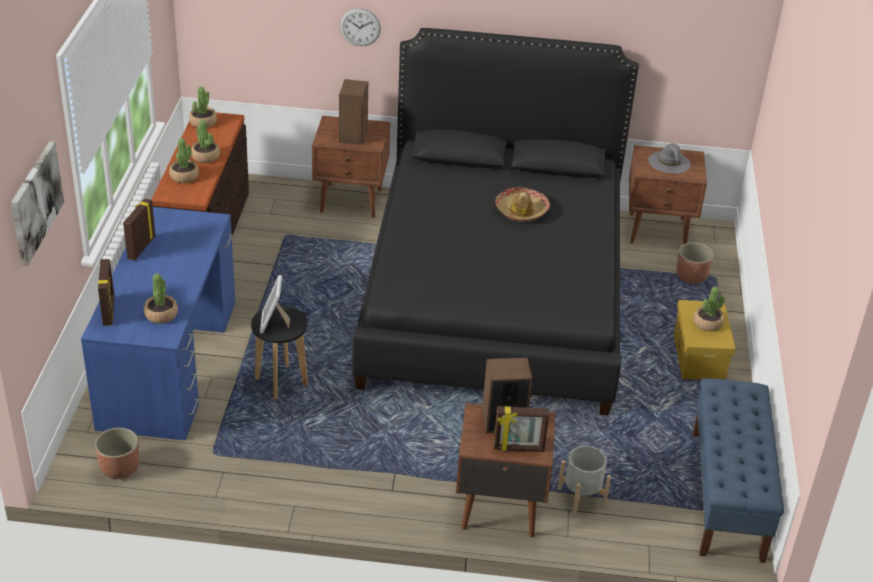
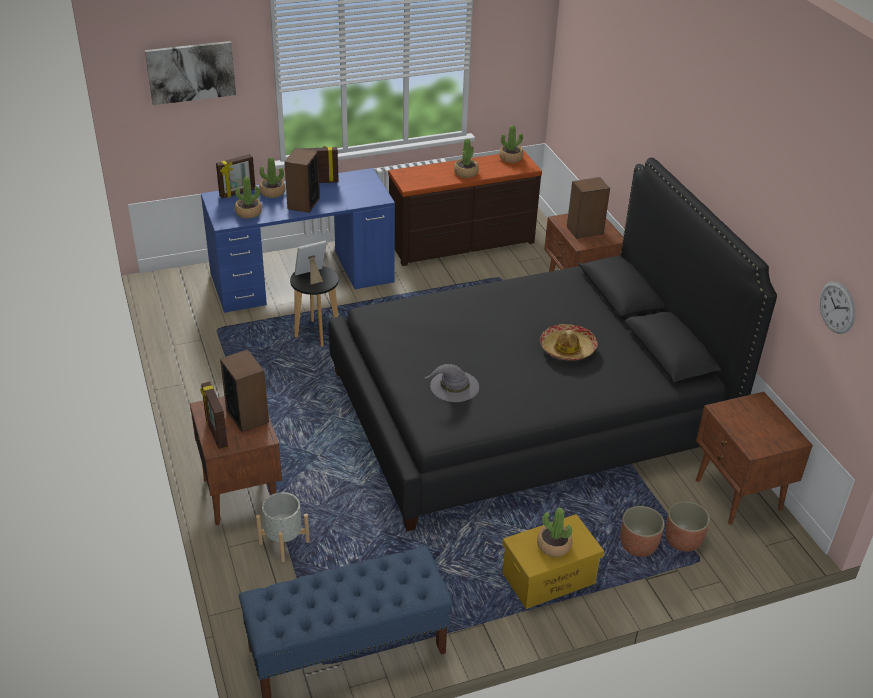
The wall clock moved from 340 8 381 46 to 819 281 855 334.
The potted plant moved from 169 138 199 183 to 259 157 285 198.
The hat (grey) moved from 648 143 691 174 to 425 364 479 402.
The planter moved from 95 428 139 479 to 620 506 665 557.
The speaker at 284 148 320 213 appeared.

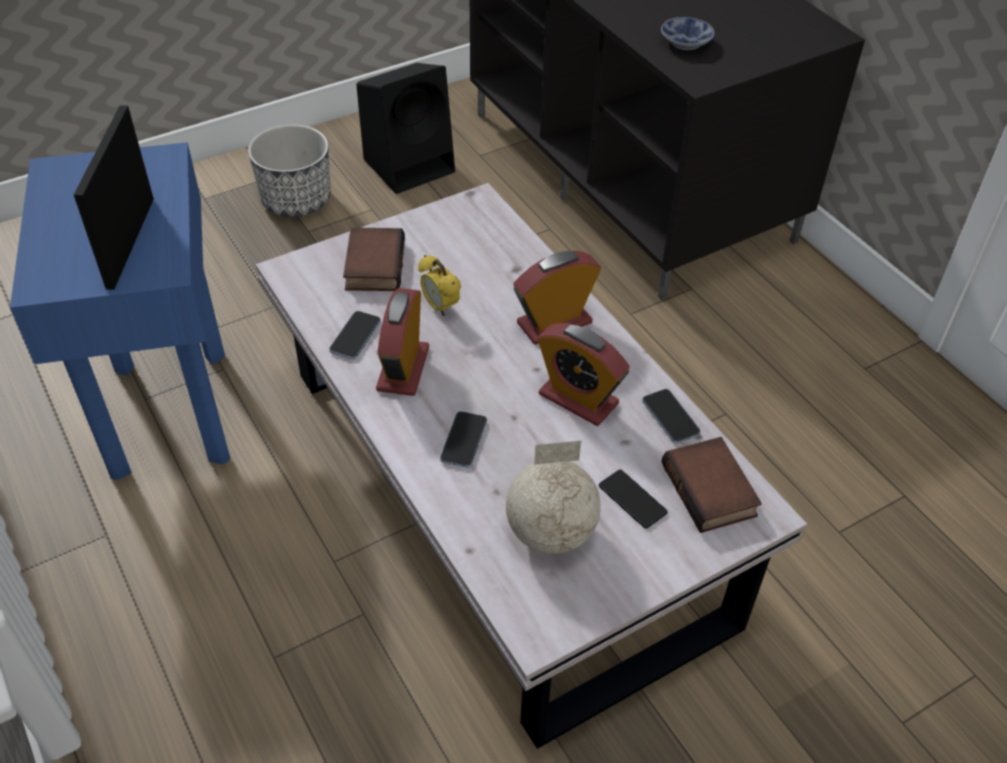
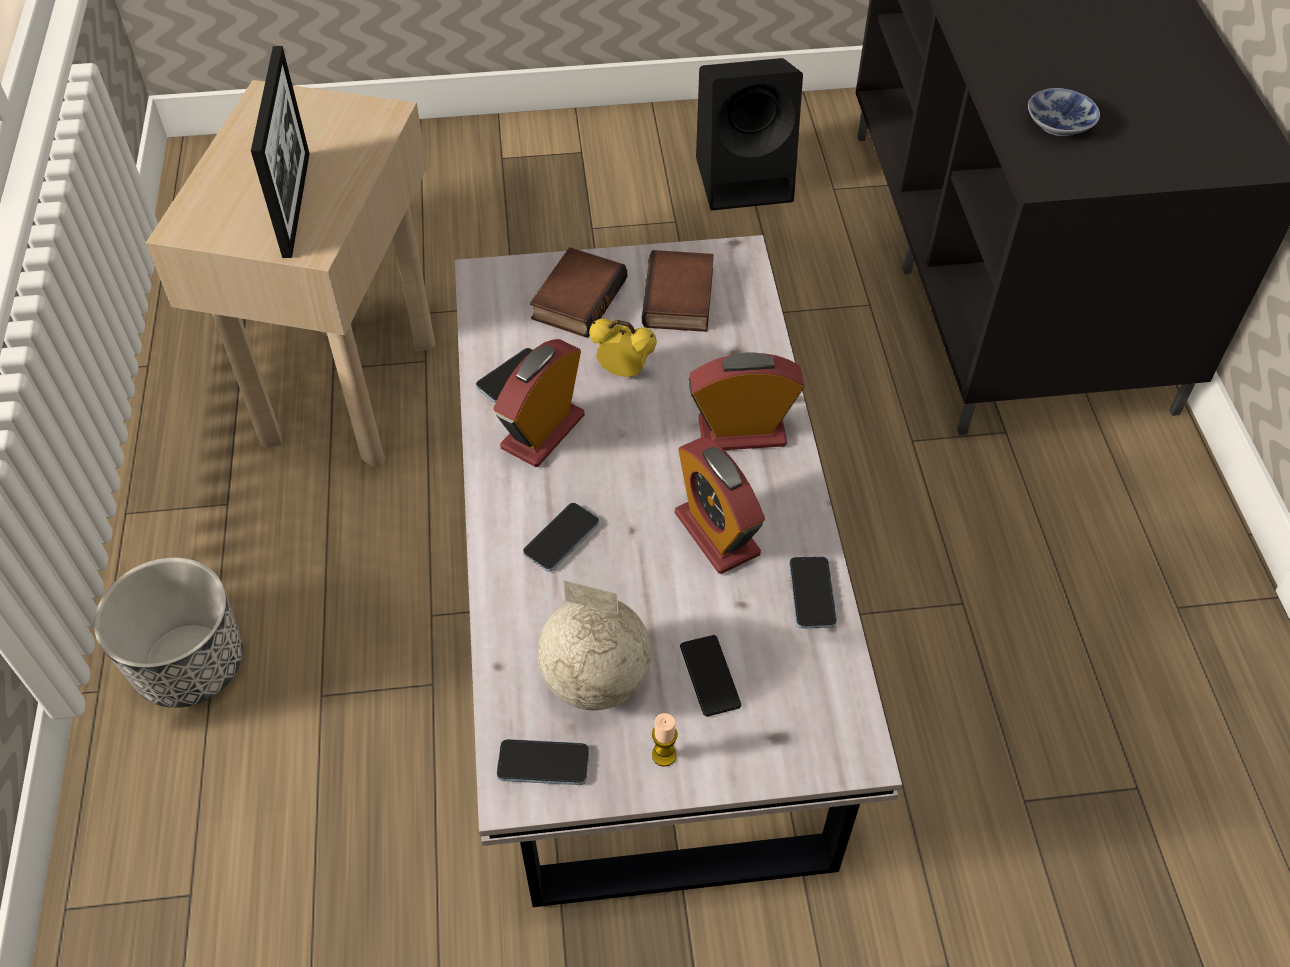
The picture frame at 74 105 154 290 turned 150 degrees clockwise.
The planter moved from 248 124 331 217 to 94 557 243 708.
The side table (blue) at 10 142 230 480 became the side table (beige) at 146 80 435 467.
The alarm clock at 418 255 461 316 turned 120 degrees clockwise.
The book moved from 662 437 762 533 to 642 250 714 332.
The candle at 652 713 678 767 appeared.
The phone at 496 739 589 785 appeared.

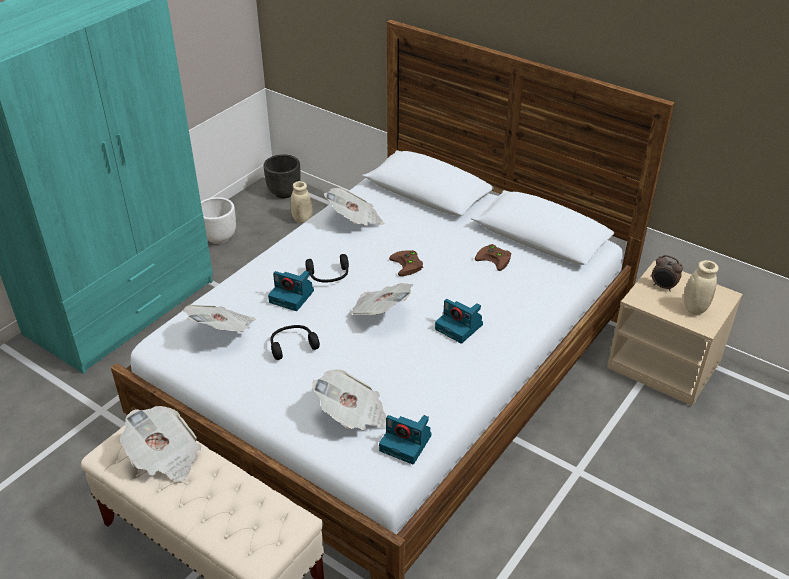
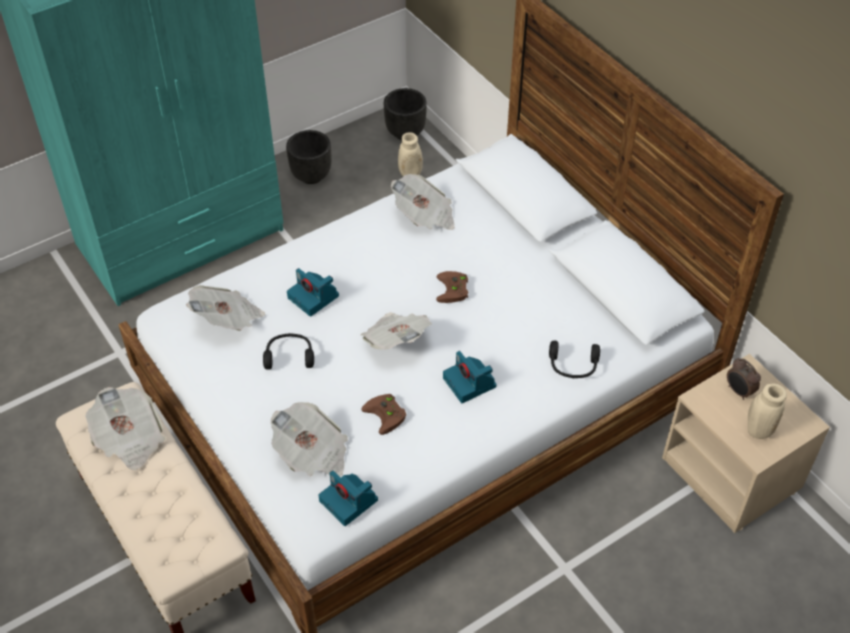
The planter (white) at 201 197 236 244 became the planter (black) at 286 130 331 184.
The game controller (brown) moved from 475 244 511 271 to 362 394 406 435.
The headphones (black) moved from 305 254 349 282 to 549 341 600 378.

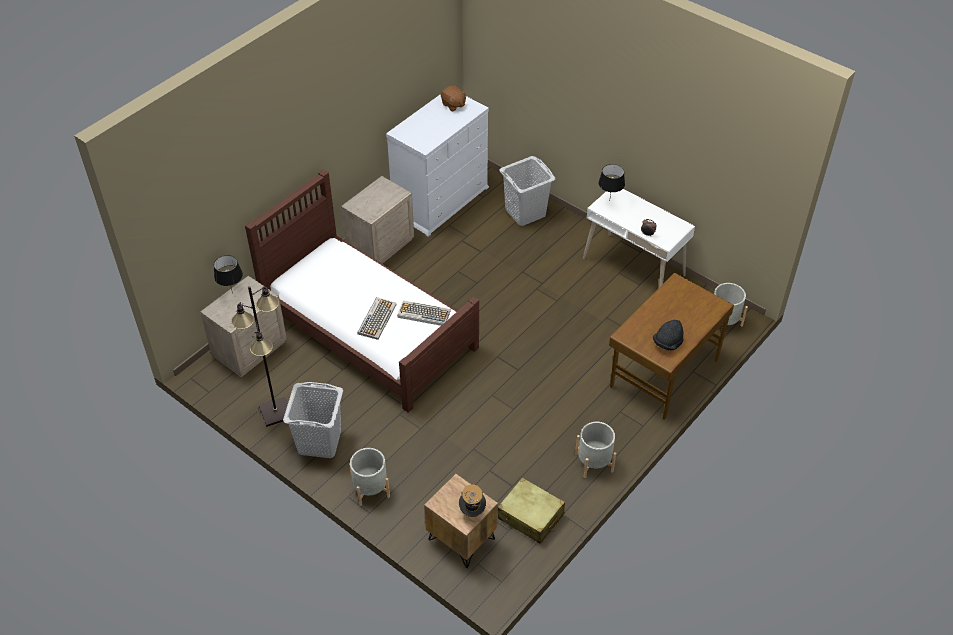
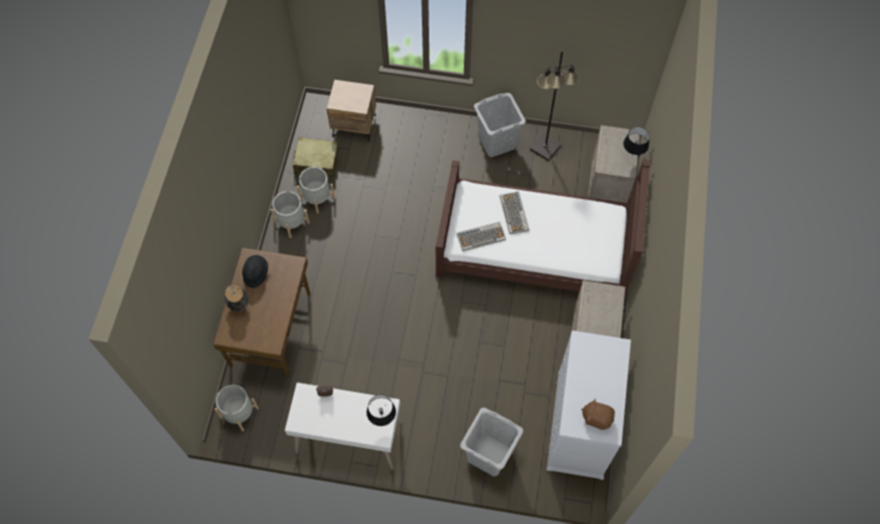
The planter (grey) moved from 349 448 390 506 to 297 167 335 214.
The hat moved from 459 484 486 517 to 225 285 249 313.

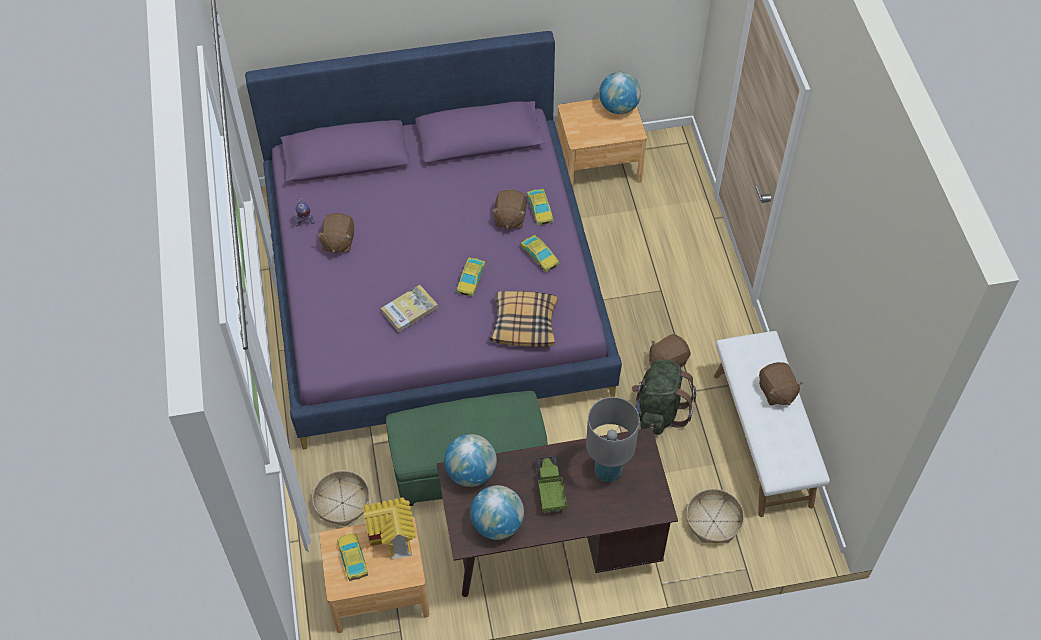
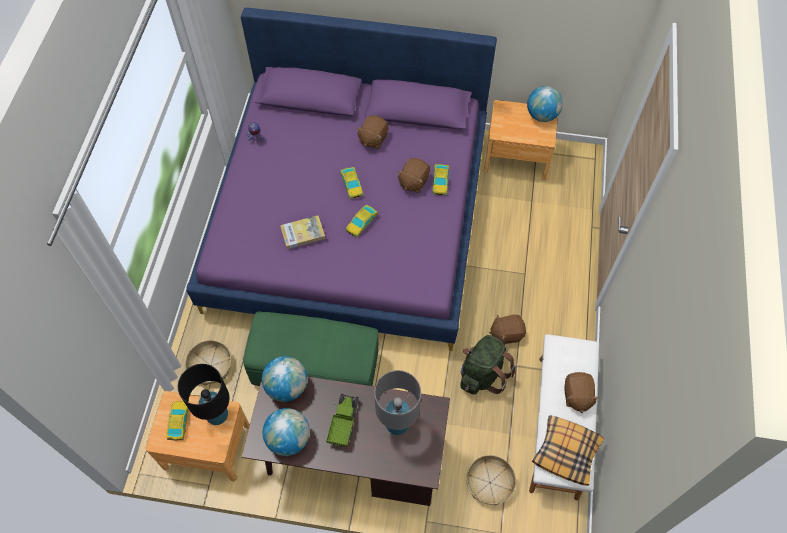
The plush toy (brown) moved from 317 213 354 253 to 356 116 389 149.
The toy car moved from 520 235 559 272 to 340 167 363 199.
The pillow moved from 490 291 558 347 to 532 415 604 486.
The toy house at 363 497 416 560 was replaced by the table lamp (black) at 178 364 229 425.

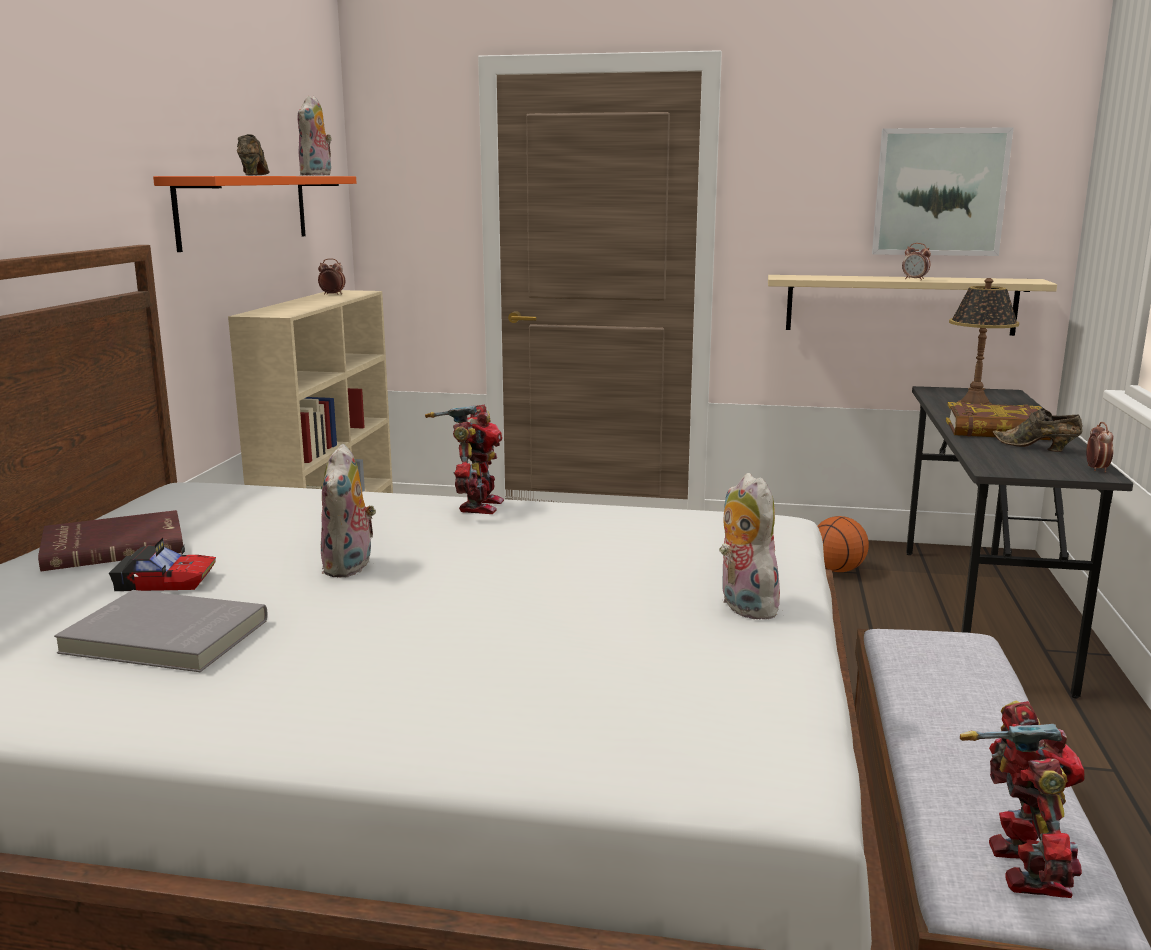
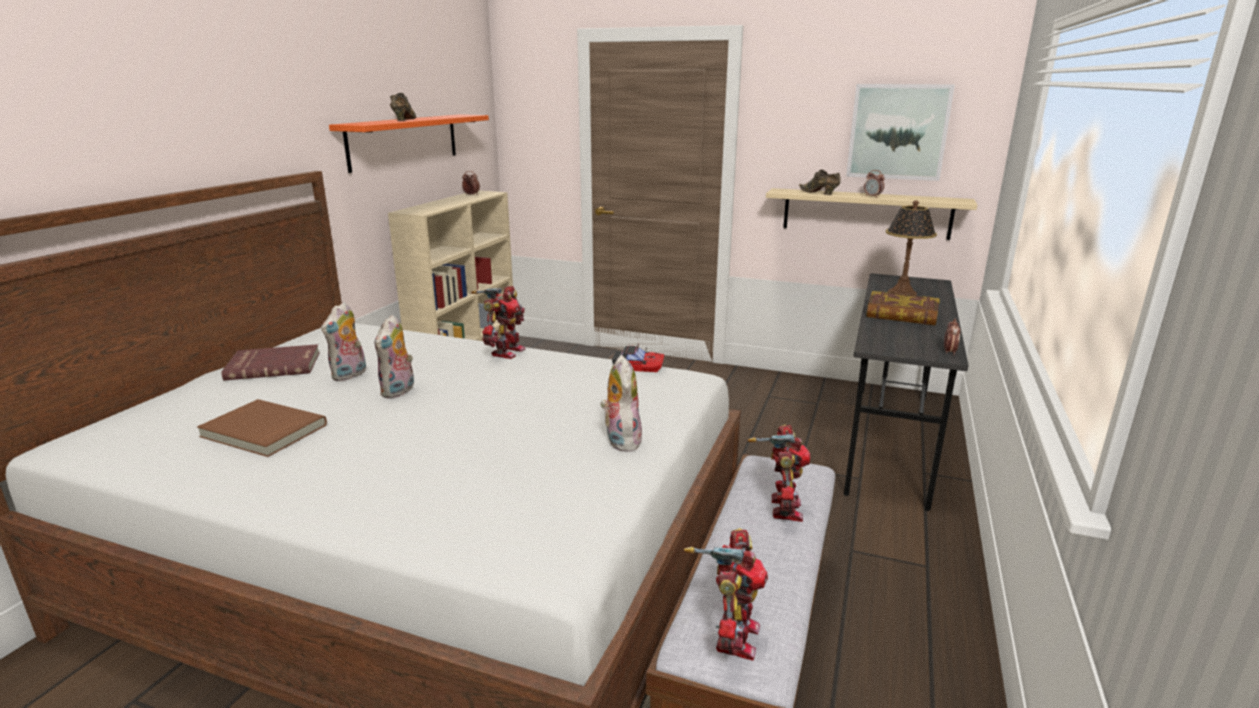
The plush toy moved from 297 96 332 176 to 321 302 366 381.
The shoe (brown) moved from 993 408 1083 452 to 799 169 841 195.
The basketball at 818 516 869 572 disappeared.
The toy car moved from 109 538 216 591 to 612 342 665 372.
The book (grey) at 54 590 267 672 became the book (brown) at 197 399 327 457.
The toy robot at 748 425 811 522 appeared.

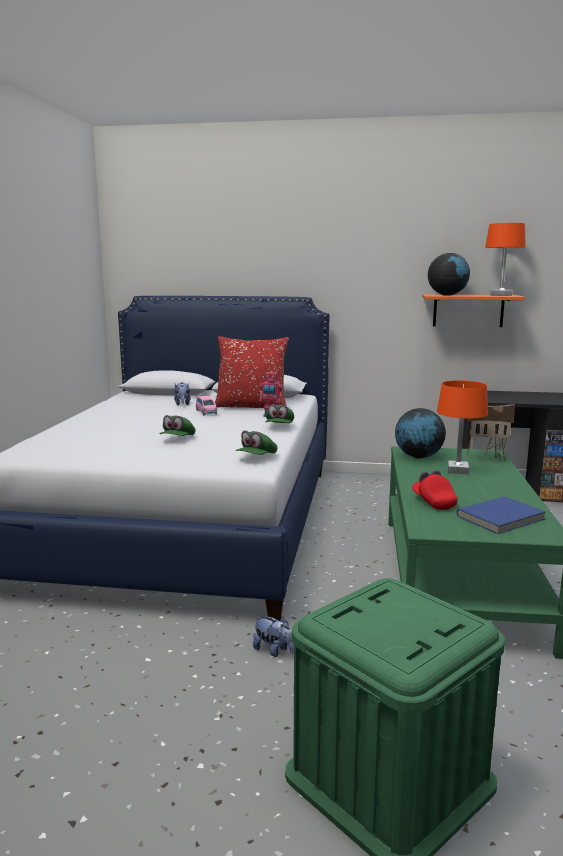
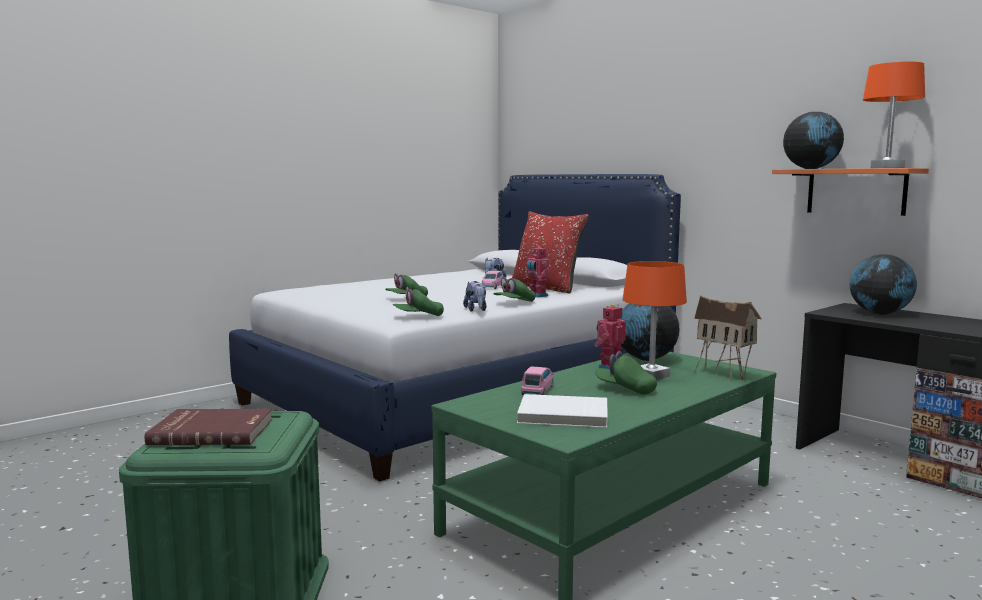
The cap (red) at 412 470 458 510 was replaced by the toy car (pink) at 521 367 554 395.
The book (blue) at 457 496 546 534 became the book (white) at 517 394 608 428.
The plush toy moved from 253 616 294 657 to 463 281 487 312.
The globe at 850 254 917 315 appeared.
The toy robot at 594 304 627 369 appeared.
The cap (green) at 595 351 657 394 appeared.
The book (red) at 145 409 272 445 appeared.

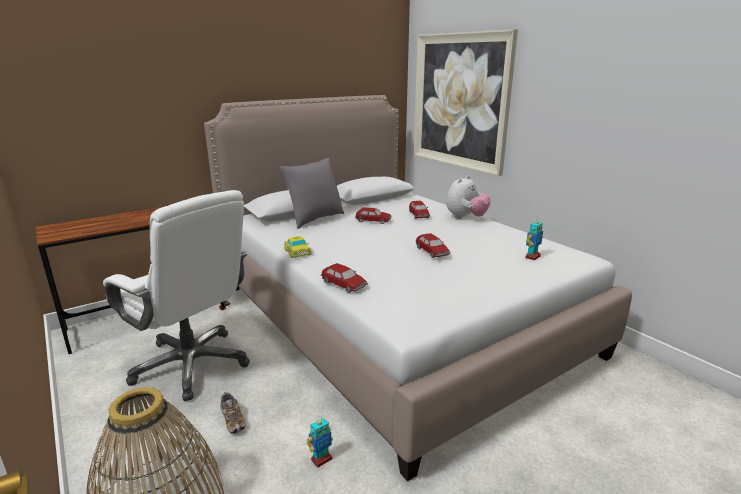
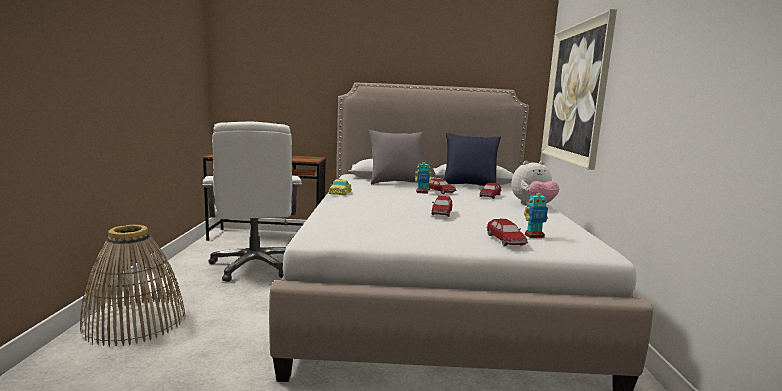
The toy car moved from 321 263 368 293 to 486 218 528 246.
The shoe at 220 392 246 434 disappeared.
The toy robot moved from 307 416 333 467 to 415 159 431 194.
The pillow (blue) at 444 133 501 186 appeared.

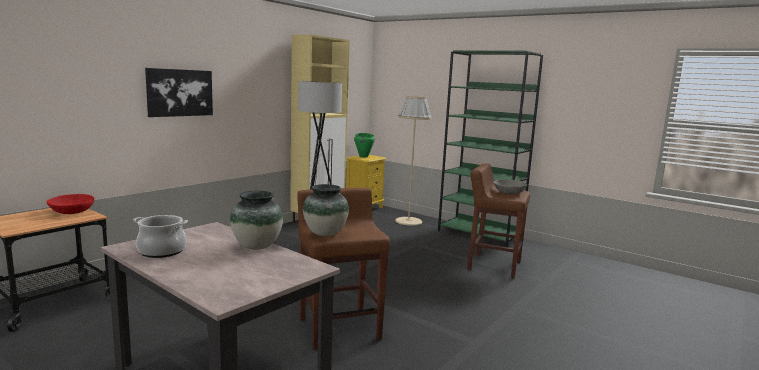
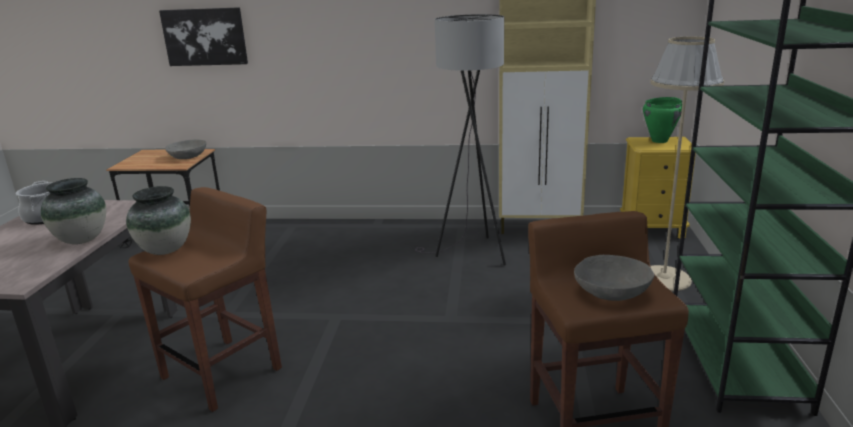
The picture moved from 145 68 213 117 to 159 7 248 66.
The bowl (red) at 46 194 94 214 became the bowl (grey) at 165 139 206 159.

